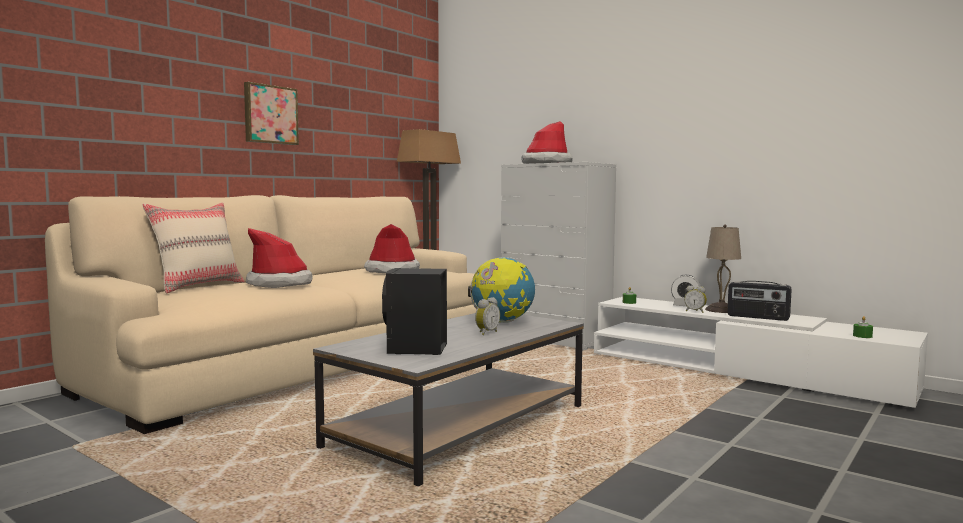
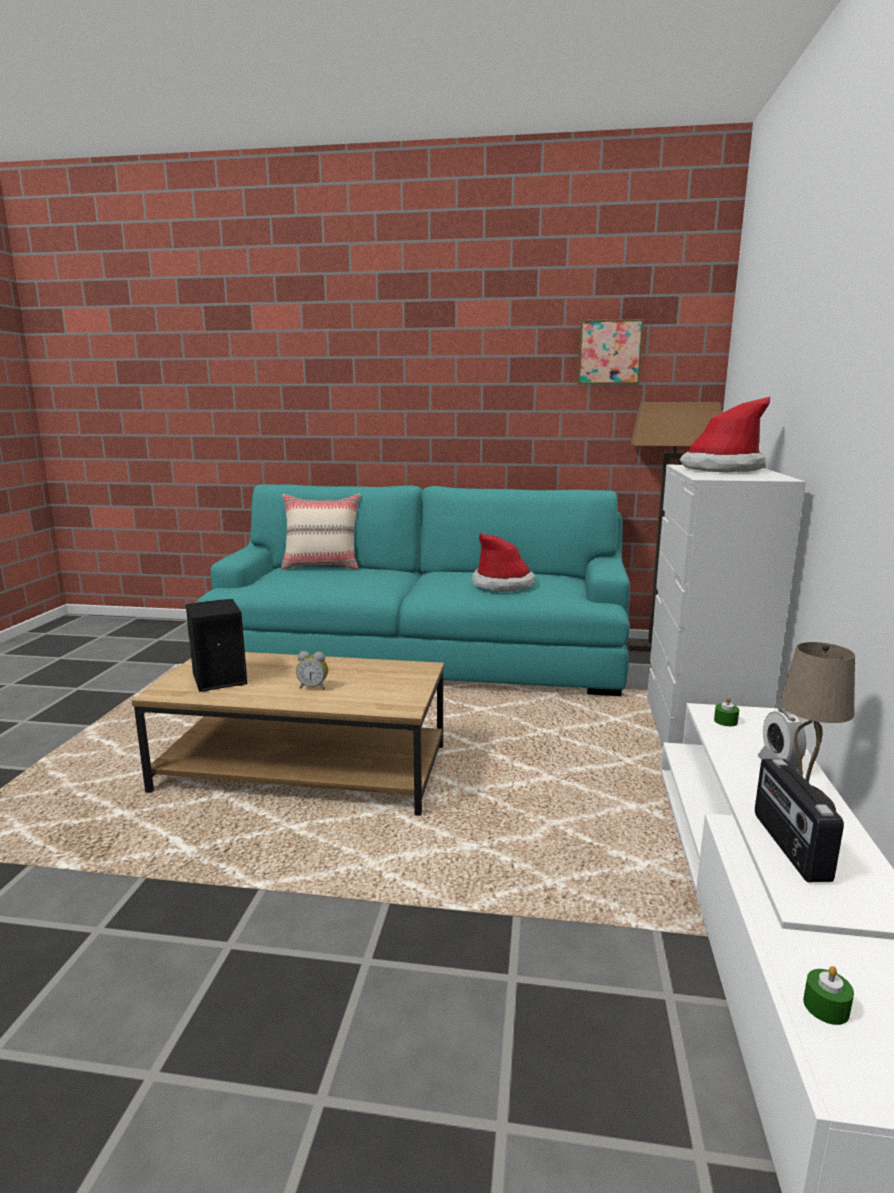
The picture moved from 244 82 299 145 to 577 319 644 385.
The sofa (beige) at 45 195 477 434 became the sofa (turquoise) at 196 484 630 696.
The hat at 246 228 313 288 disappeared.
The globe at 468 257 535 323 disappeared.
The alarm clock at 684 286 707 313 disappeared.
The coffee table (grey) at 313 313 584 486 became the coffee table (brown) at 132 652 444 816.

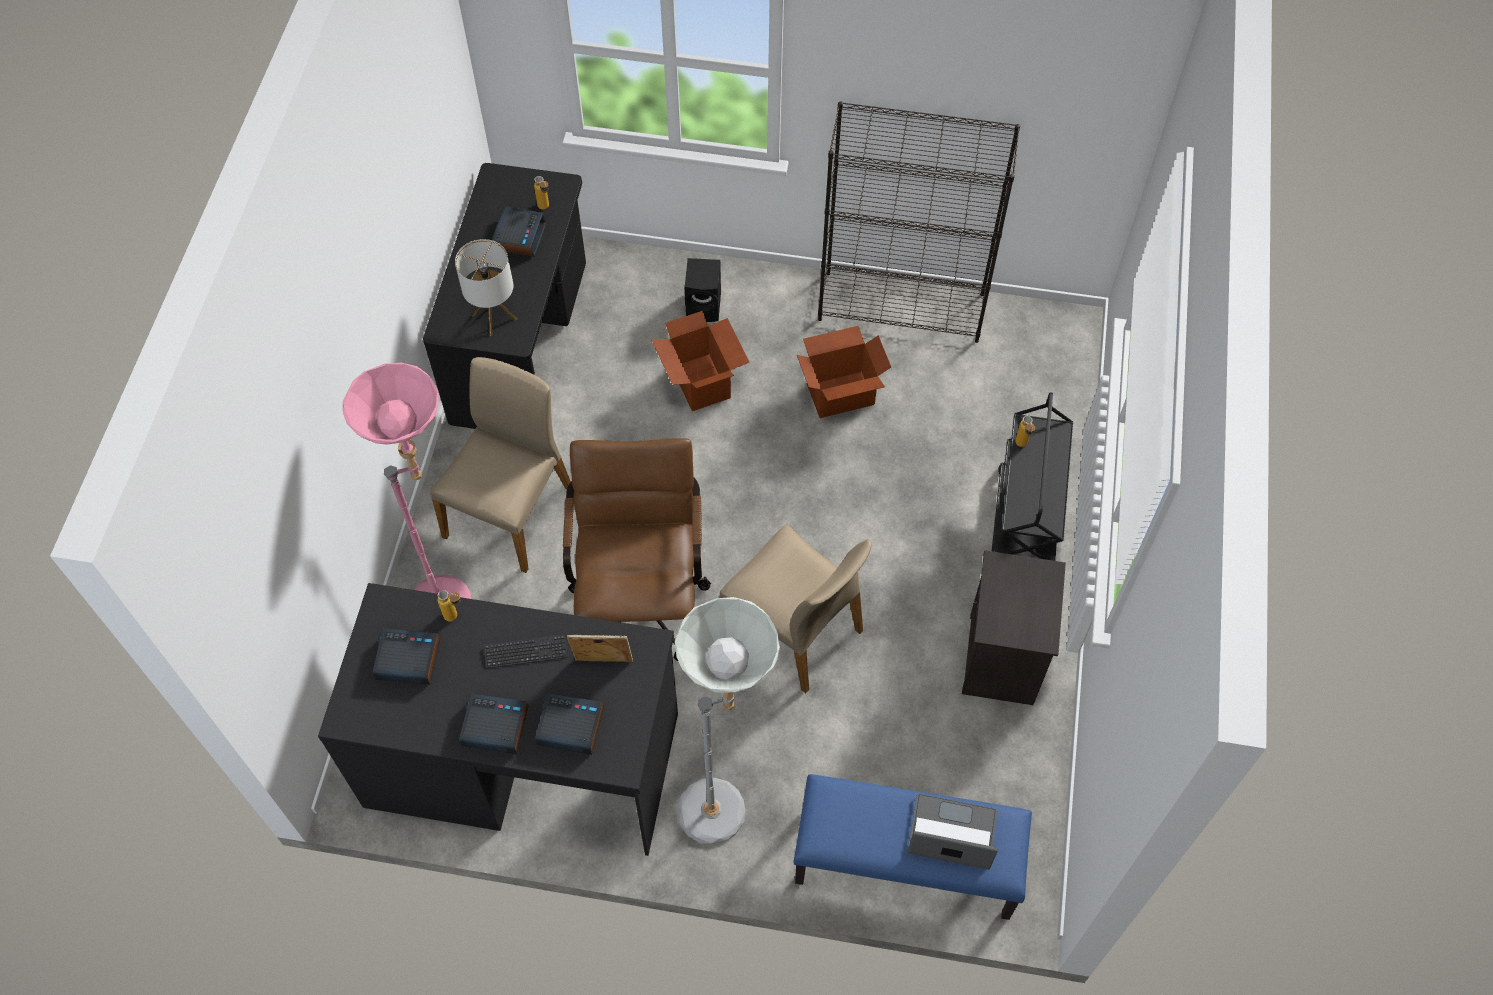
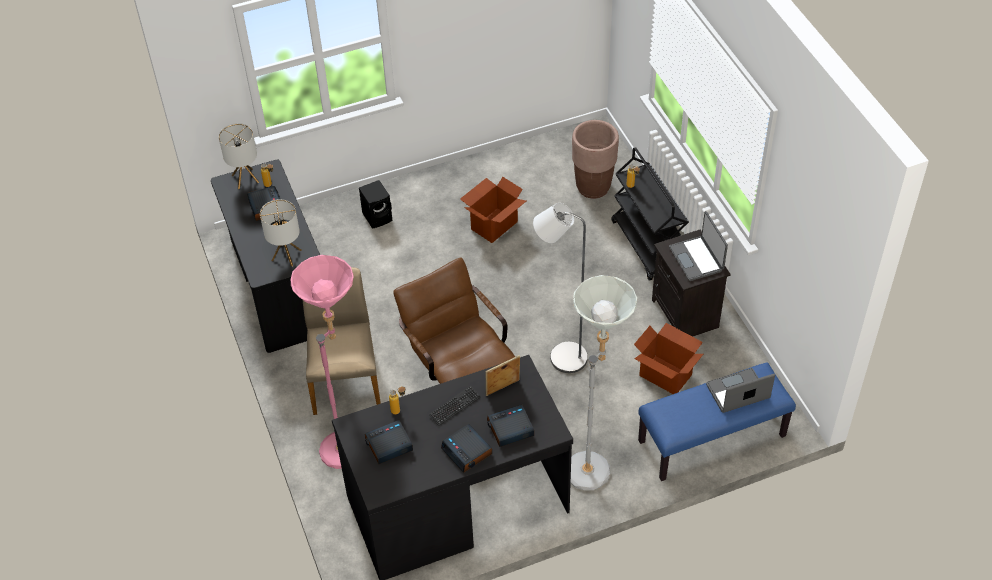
The bookcase (black) at 818 102 1020 343 disappeared.
The cardboard box moved from 652 311 749 411 to 634 323 703 394.
The chair (beige) at 719 525 872 693 was replaced by the floor lamp (grey) at 533 203 588 373.
The alarm clock at 459 693 529 754 turned 105 degrees counterclockwise.
The planter (brown) at 572 120 619 199 appeared.
The table lamp at 219 123 259 189 appeared.
The laptop at 669 211 728 281 appeared.

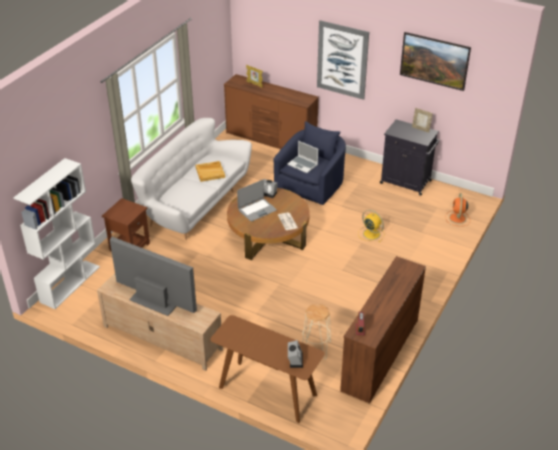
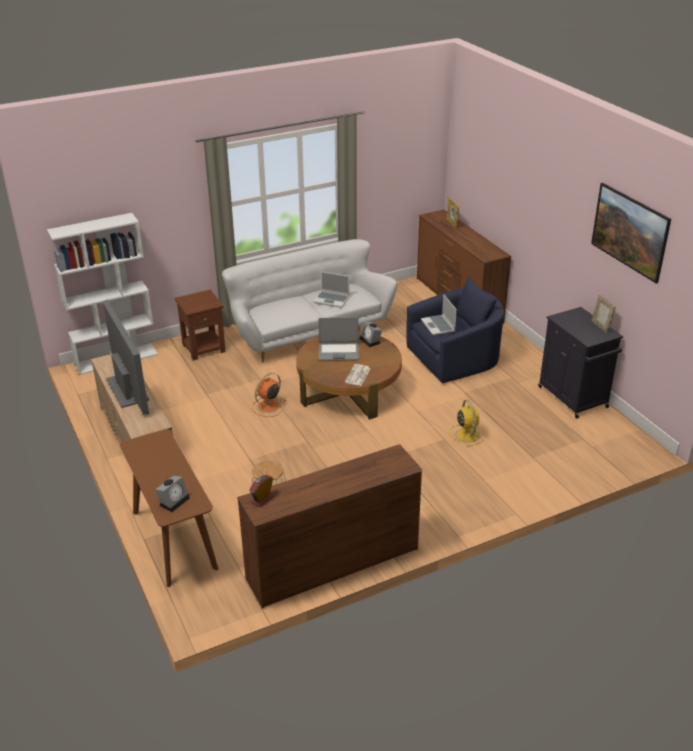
The picture at 317 20 369 100 disappeared.
The tray (beige) at 196 161 225 182 was replaced by the laptop at 313 271 350 308.
The fan (orange) moved from 446 193 470 226 to 252 373 286 417.

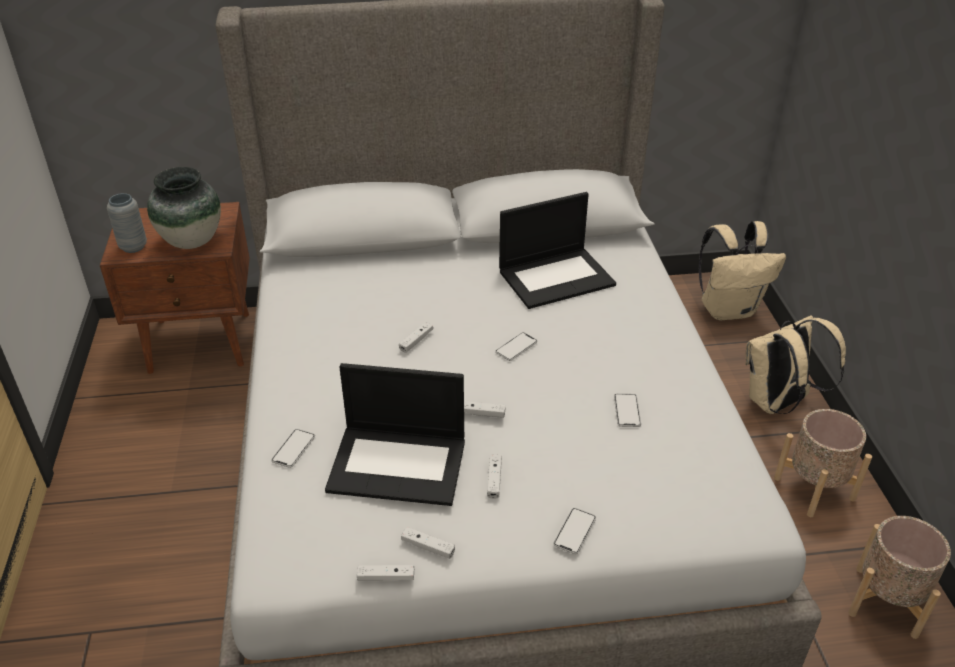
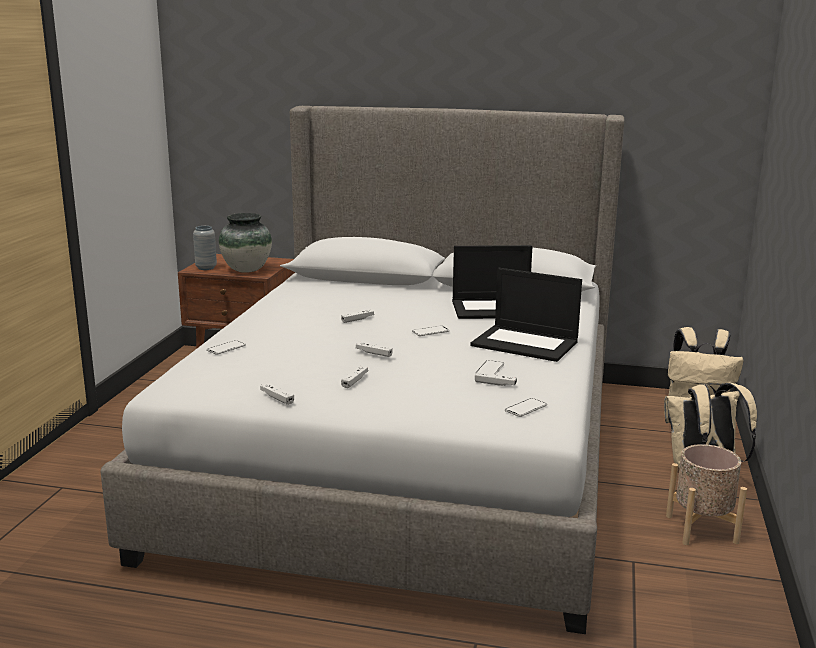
The laptop moved from 325 363 465 506 to 470 268 582 362.
The phone moved from 553 508 596 554 to 505 398 547 417.
The planter (beige) at 848 516 951 639 disappeared.
The game controller (white) moved from 356 565 414 581 to 475 372 517 386.

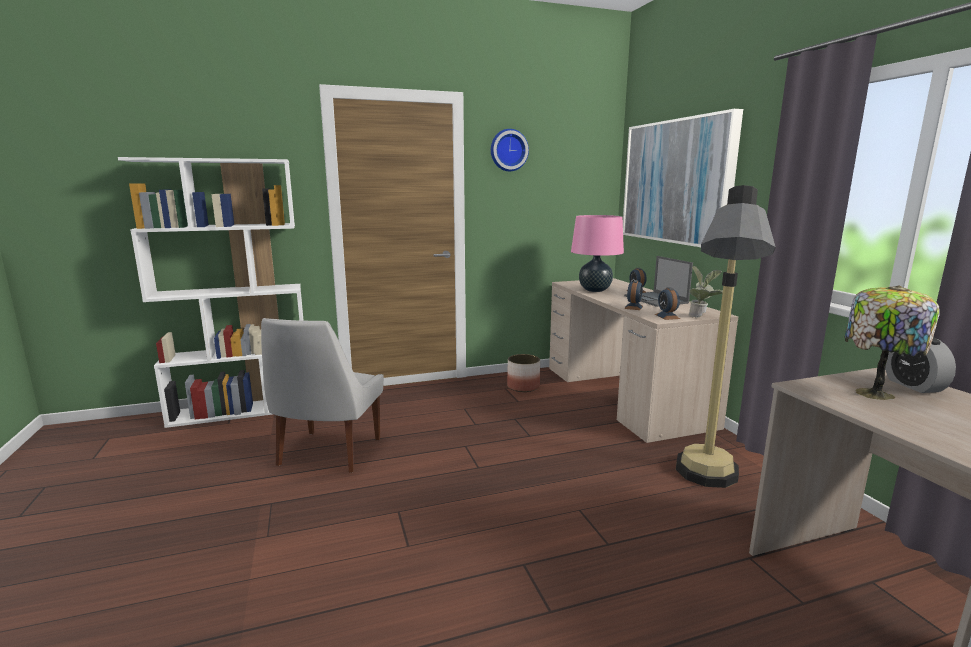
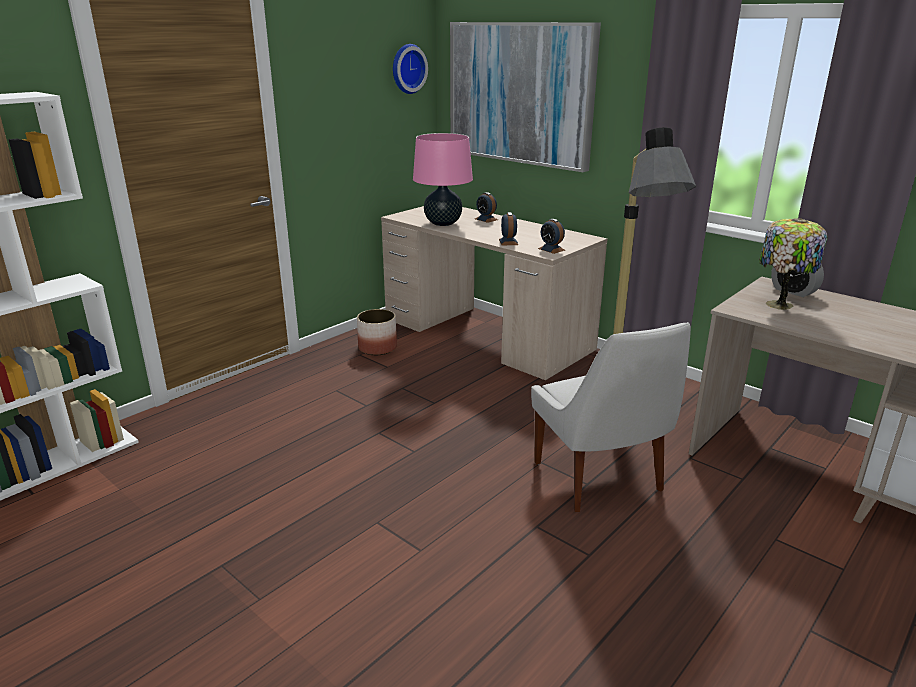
The wall clock moved from 491 129 529 171 to 393 44 428 94.
The laptop at 624 256 693 307 disappeared.
The potted plant at 689 266 723 318 disappeared.
The chair (white) moved from 261 318 384 473 to 531 322 691 512.

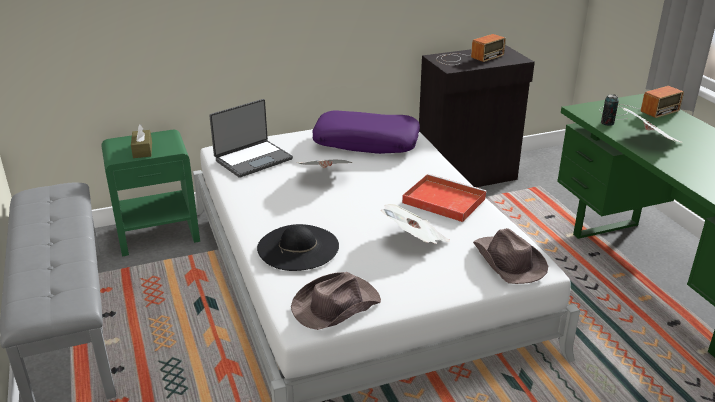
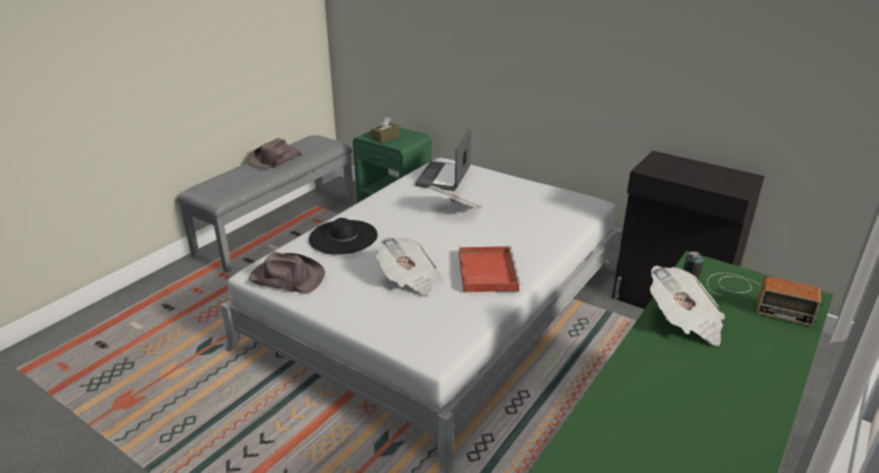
The radio at 436 34 506 65 disappeared.
The laptop at 210 99 293 178 turned 90 degrees clockwise.
The pillow (purple) at 312 110 420 154 disappeared.
The hat (brown) moved from 473 228 548 284 to 248 138 302 168.

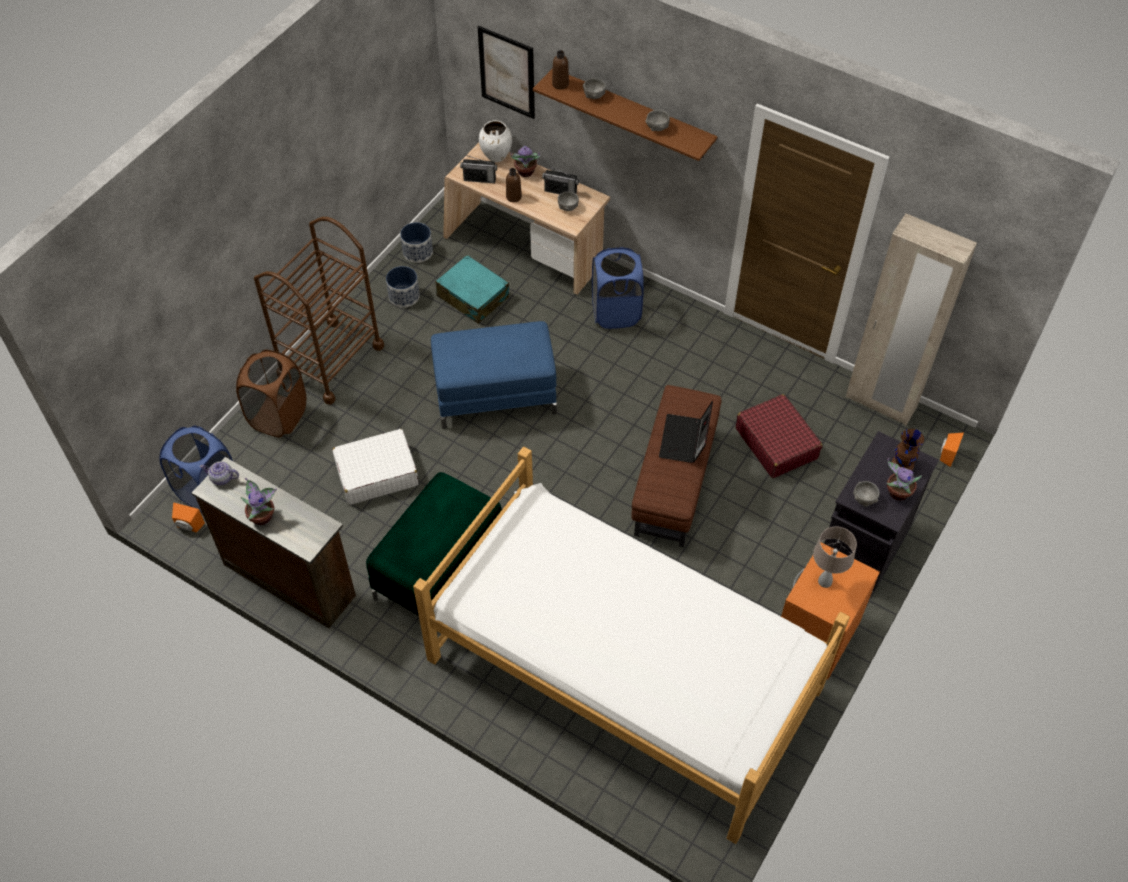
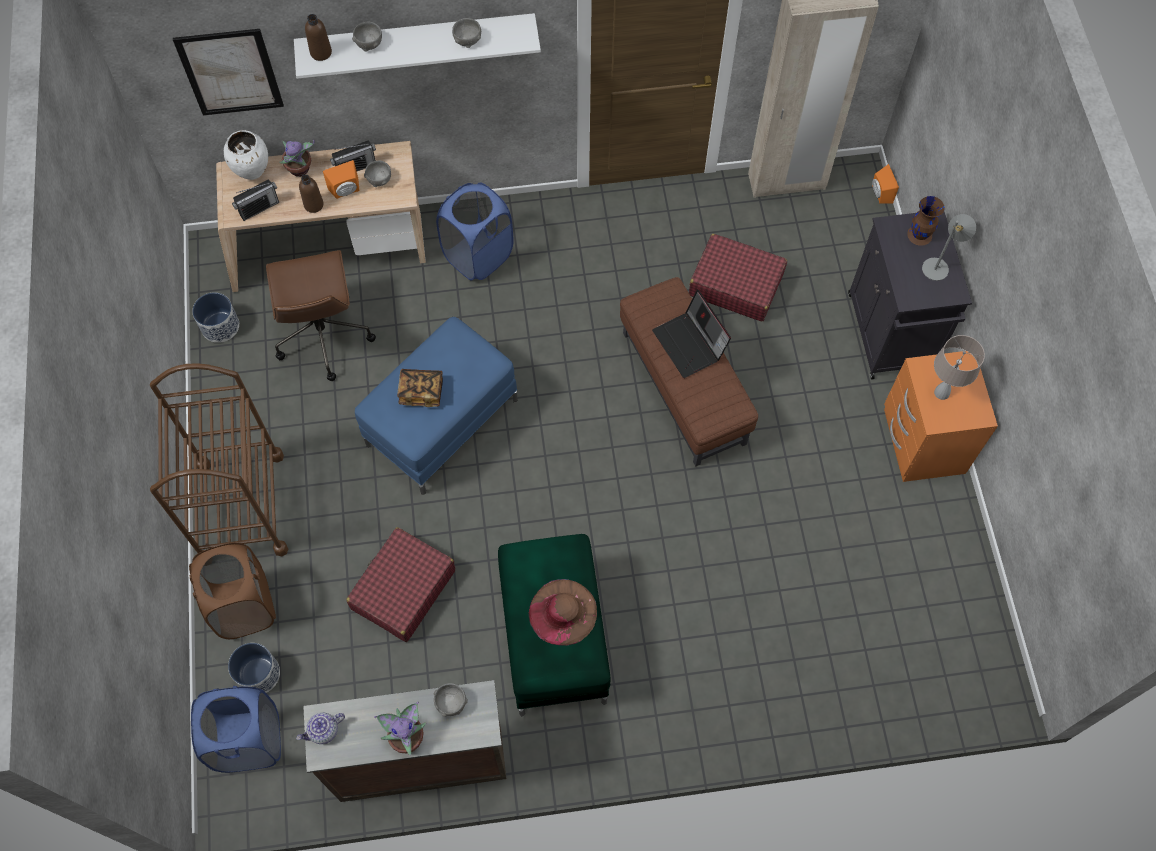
The shelf (brown) at 533 68 718 161 became the shelf (white) at 294 13 541 79.
The suitcase (turquoise) at 436 255 509 324 was replaced by the office chair (brown) at 266 250 376 381.
The planter moved from 386 266 420 307 to 228 643 280 693.
The suitcase (white) at 332 429 418 505 became the suitcase (red) at 346 527 455 642.
The bed at 413 446 850 844 disappeared.
The potted plant at 886 458 922 501 was replaced by the table lamp (grey) at 922 214 976 281.
The bowl (grey) moved from 853 481 879 507 to 434 683 468 717.
The speaker (orange) moved from 172 503 205 533 to 323 160 359 199.
The book at 397 369 443 407 appeared.
The hat (brown) at 528 579 597 646 appeared.

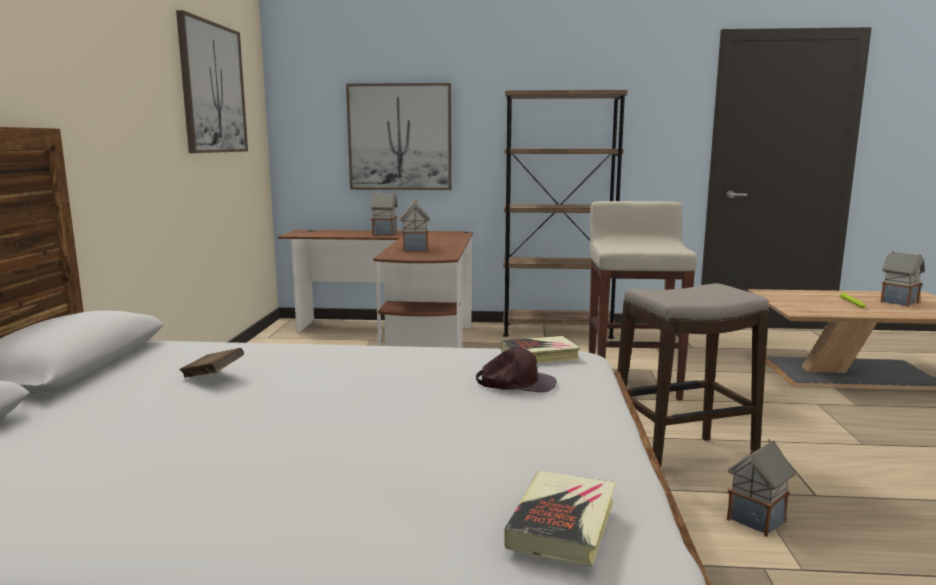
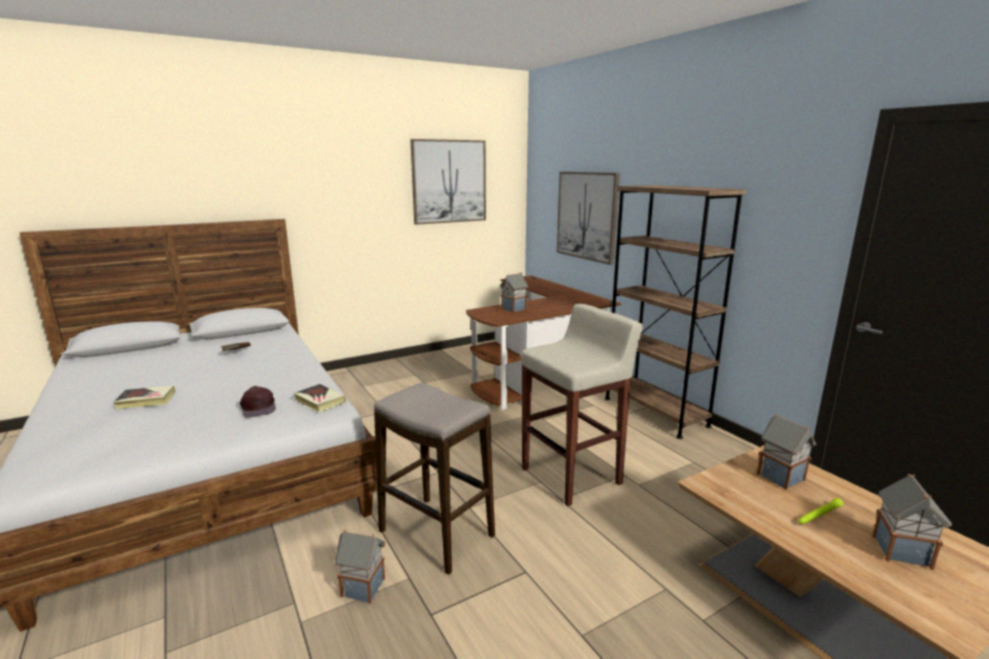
The toy house moved from 370 192 398 235 to 757 414 816 490.
The book moved from 504 471 616 567 to 113 386 176 409.

